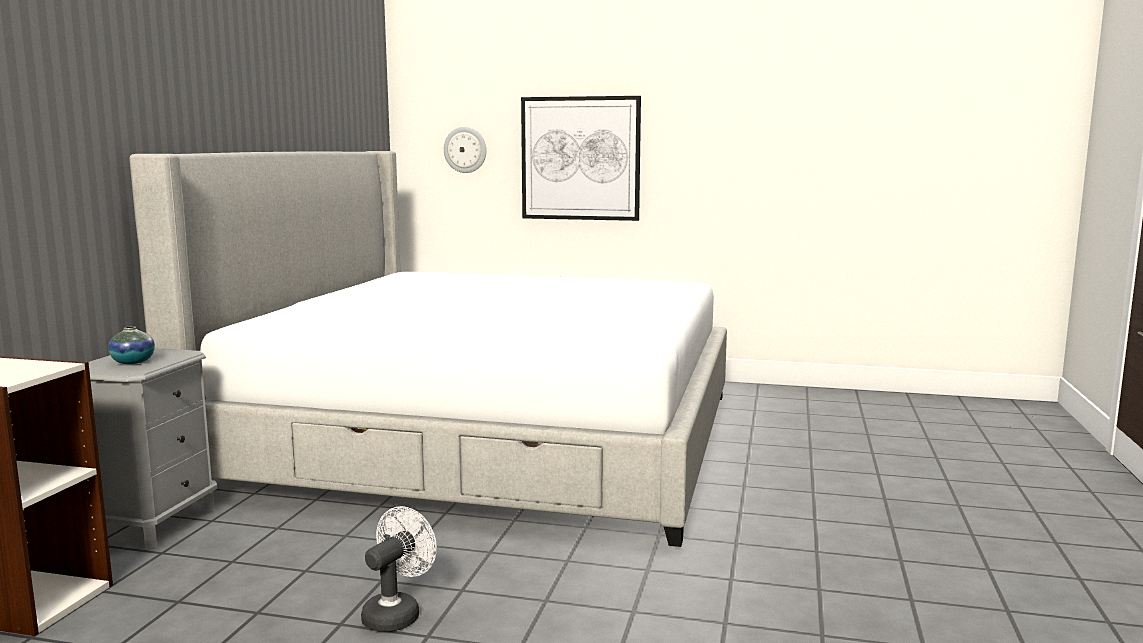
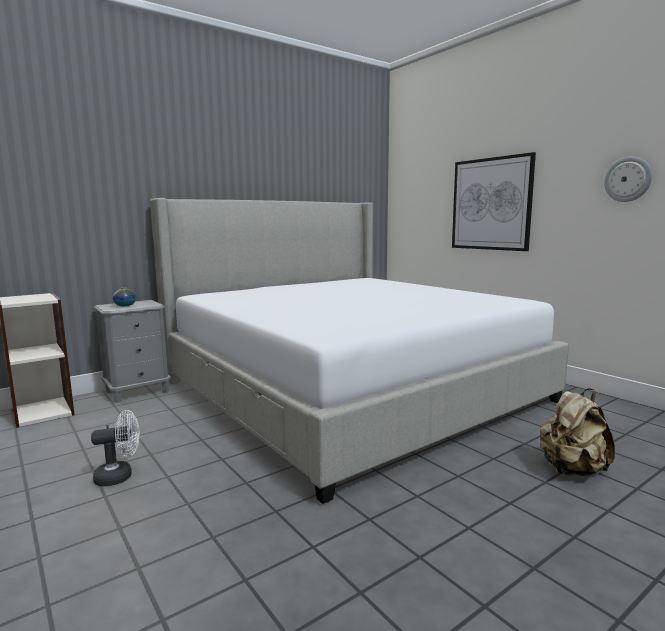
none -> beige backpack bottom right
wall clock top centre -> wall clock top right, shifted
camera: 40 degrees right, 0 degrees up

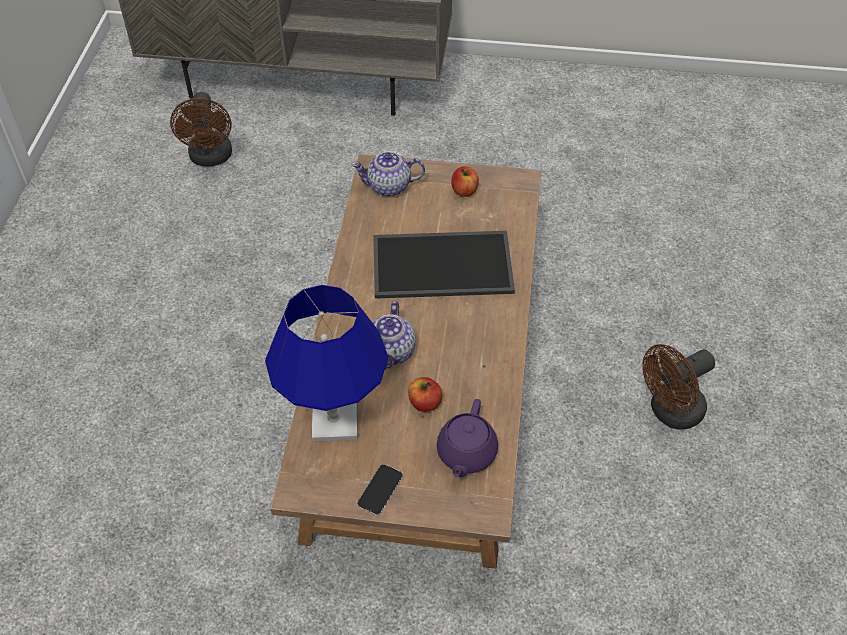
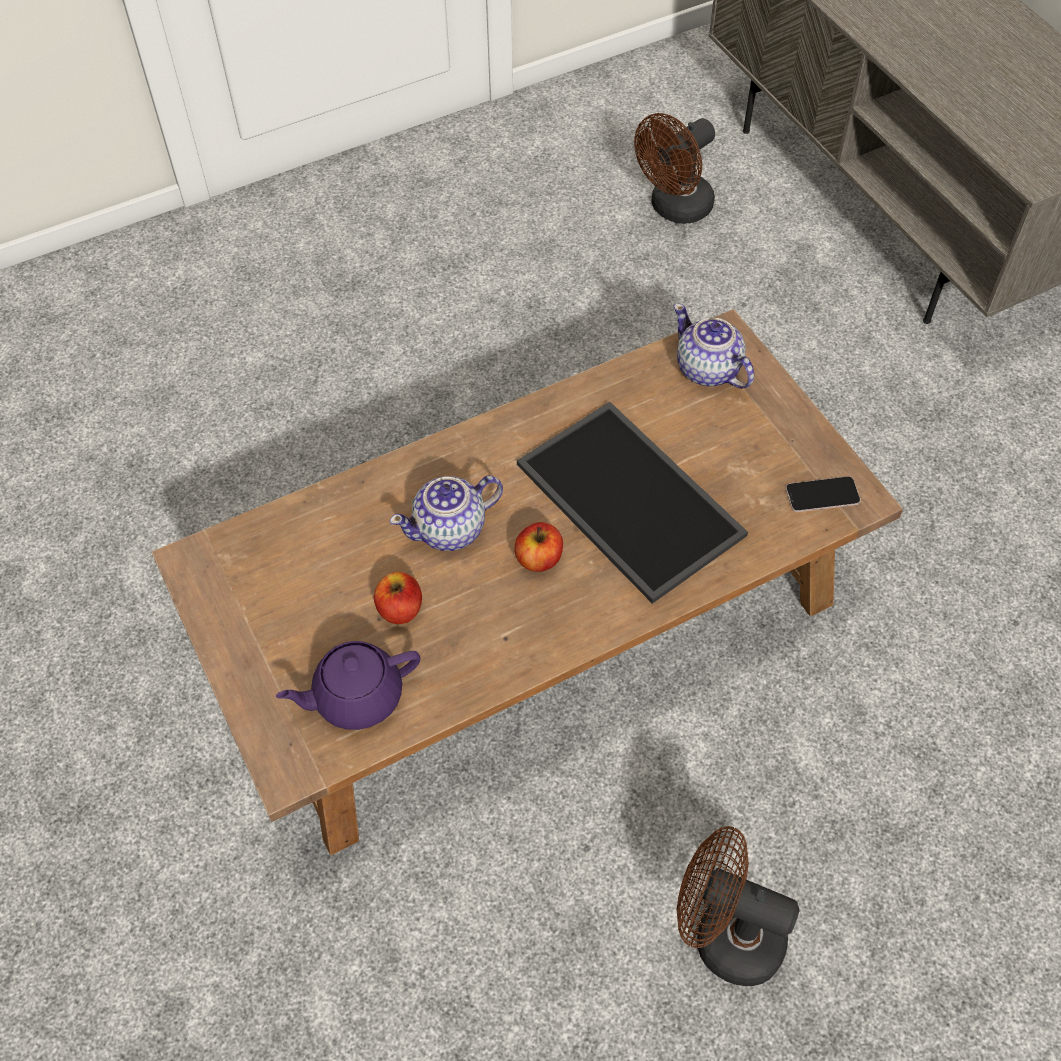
apple (no. 2 from left) top centre -> apple (no. 2 from left) centre, shifted
phone bottom centre -> phone middle right, shifted
blue table lamp centre -> none
camera: 55 degrees right, 5 degrees up

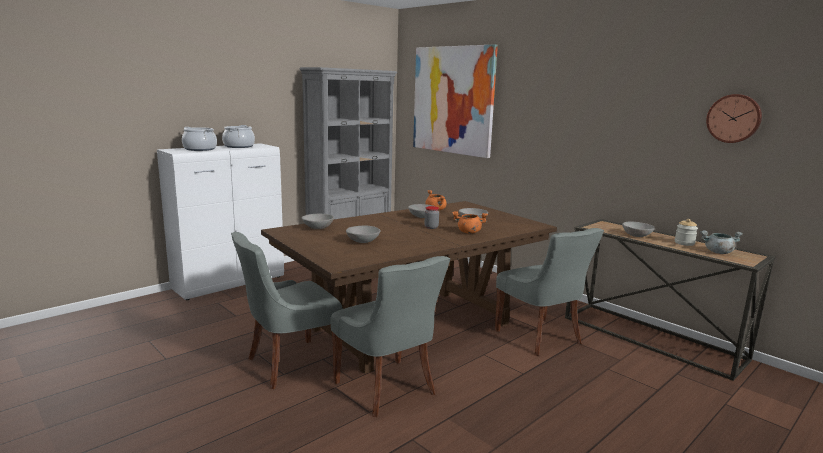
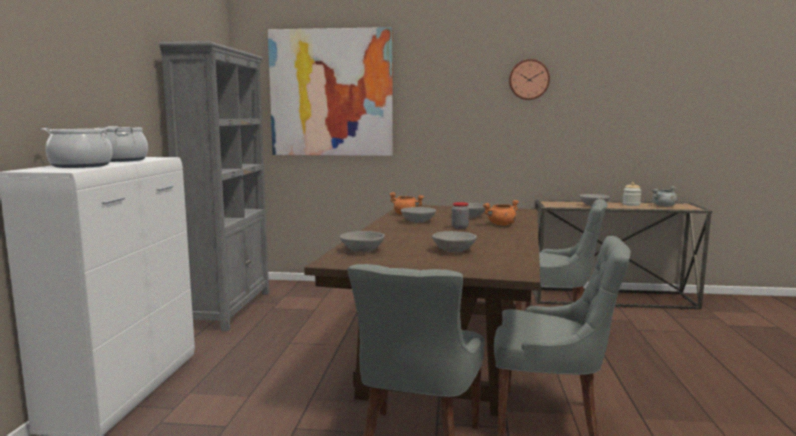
wall clock top right -> wall clock top centre, shifted
camera: 40 degrees left, 5 degrees down

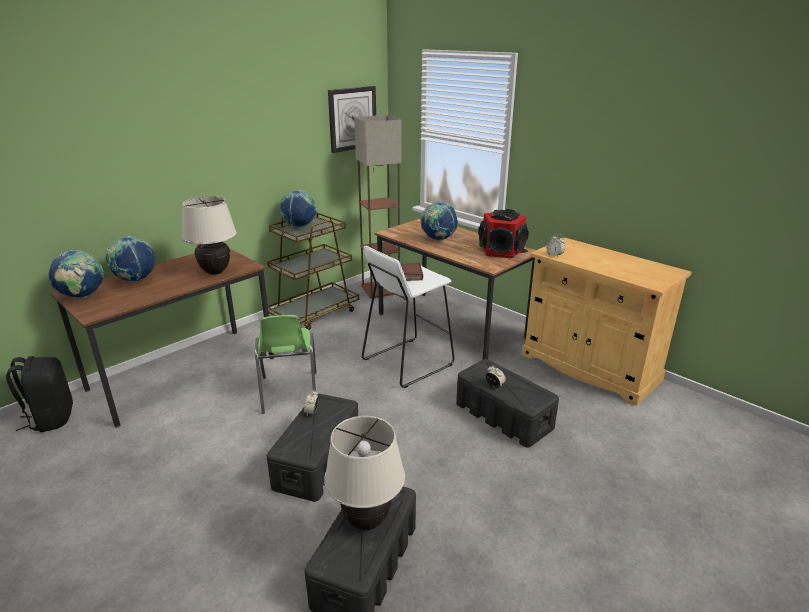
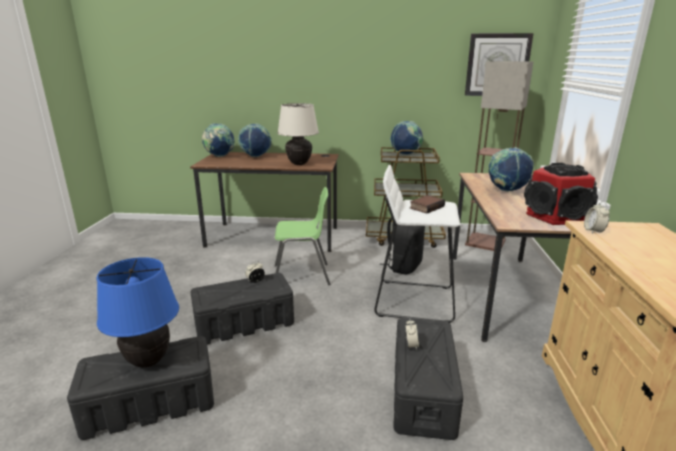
beige table lamp (no. 2 from left) bottom centre -> blue table lamp bottom left
green chair centre, 135 degrees counterclockwise
black backpack middle left -> black backpack centre, shifted
camera: 50 degrees right, 5 degrees down

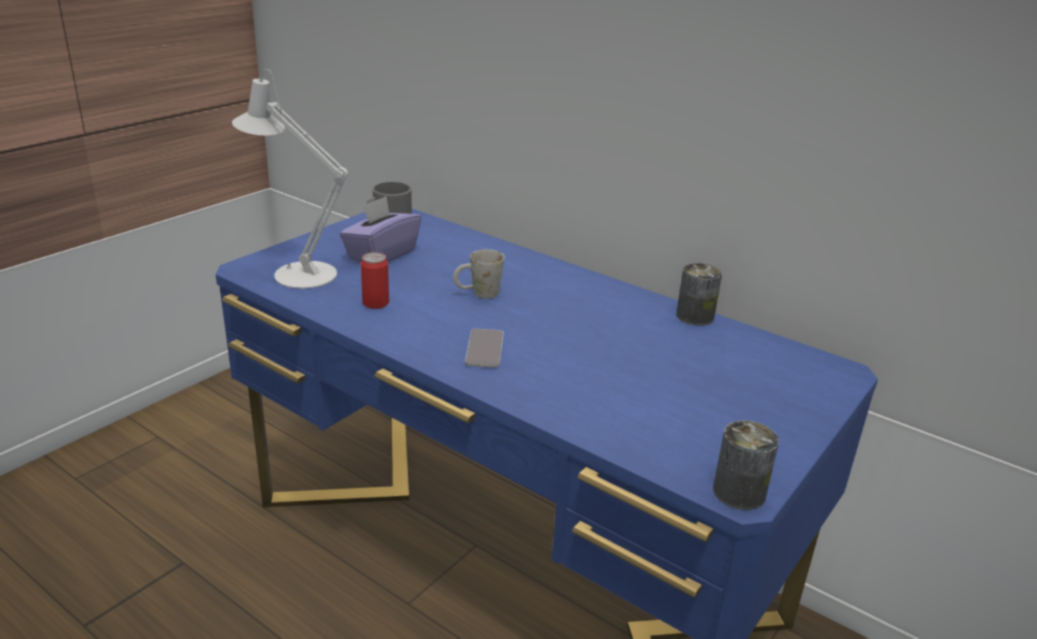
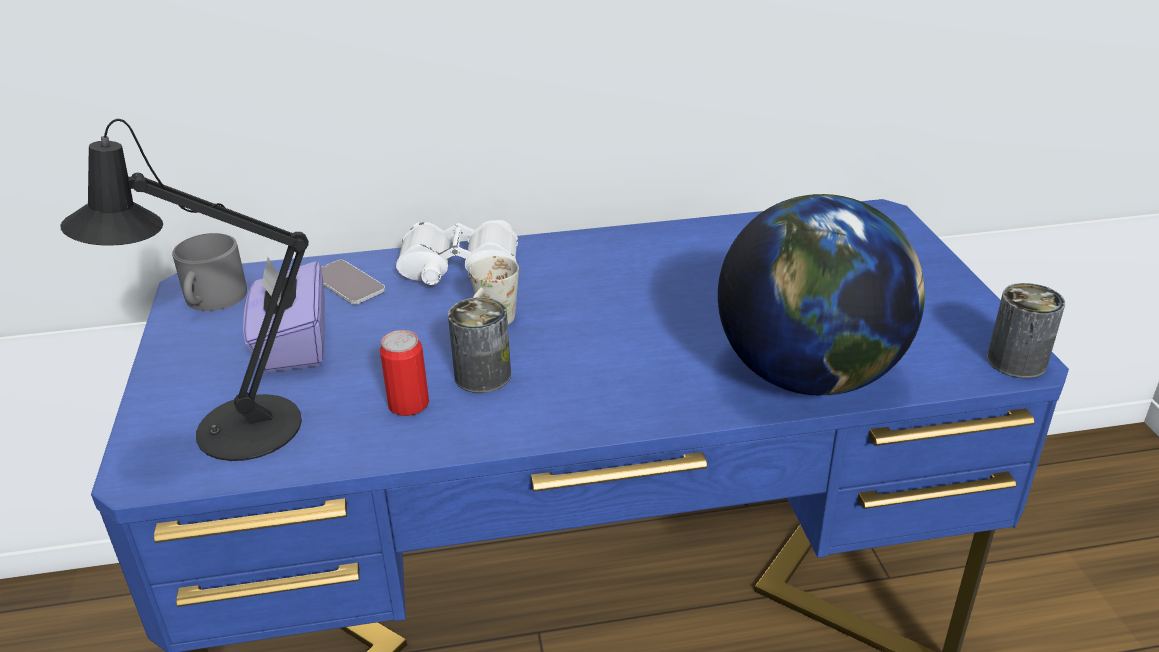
white table lamp top left -> black table lamp middle left
phone centre -> phone middle left, shifted
none -> white binoculars centre
can (no. 2 from left) middle right -> can (no. 2 from left) centre, shifted
none -> globe middle right
camera: 45 degrees left, 5 degrees up

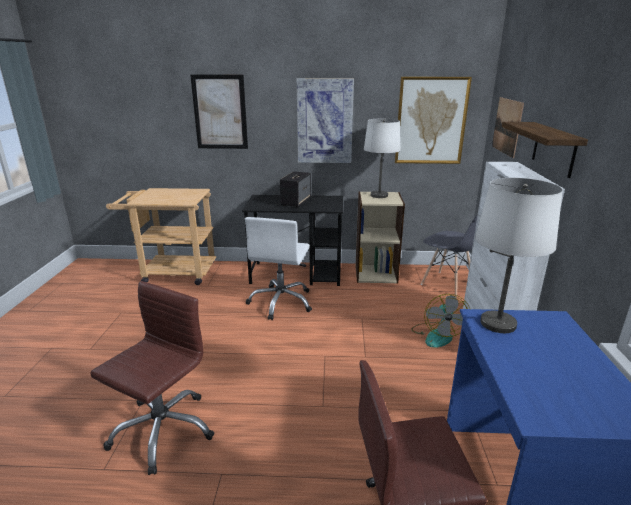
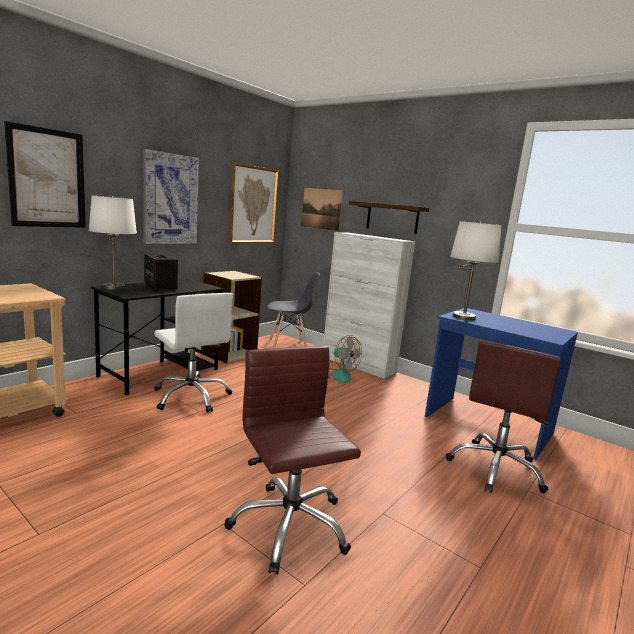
white table lamp (no. 1 from left) top centre -> white table lamp (no. 1 from left) middle left, shifted
camera: 55 degrees left, 10 degrees down

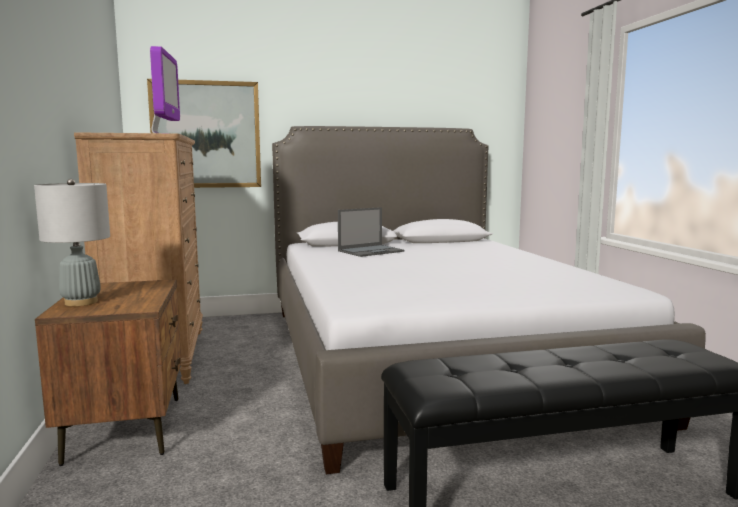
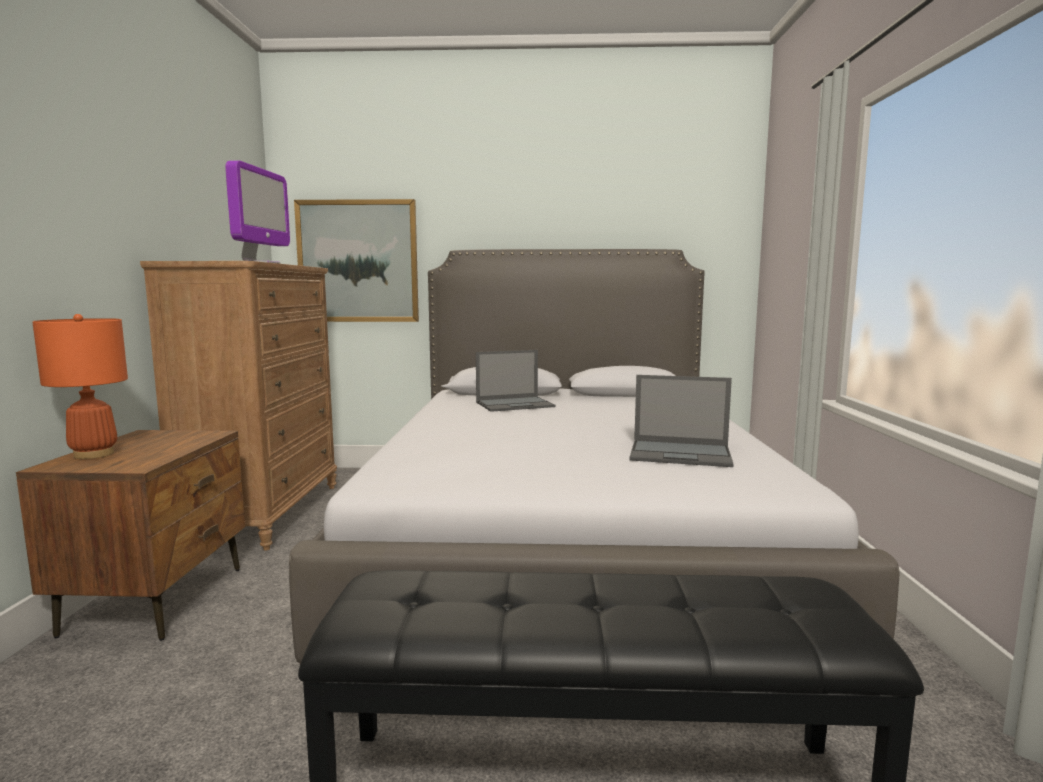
grey table lamp middle left -> orange table lamp middle left
none -> laptop (no. 2 from left) centre
camera: 15 degrees right, 0 degrees up

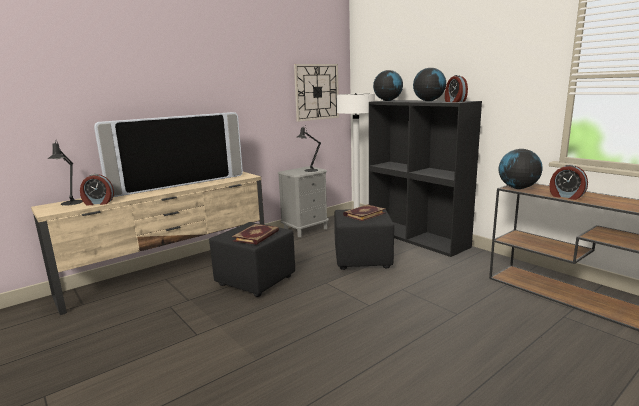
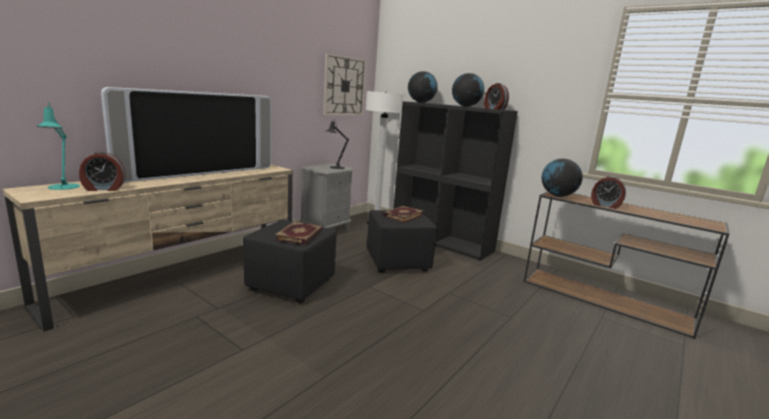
black table lamp (no. 1 from left) middle left -> turquoise table lamp middle left
camera: 15 degrees left, 0 degrees up

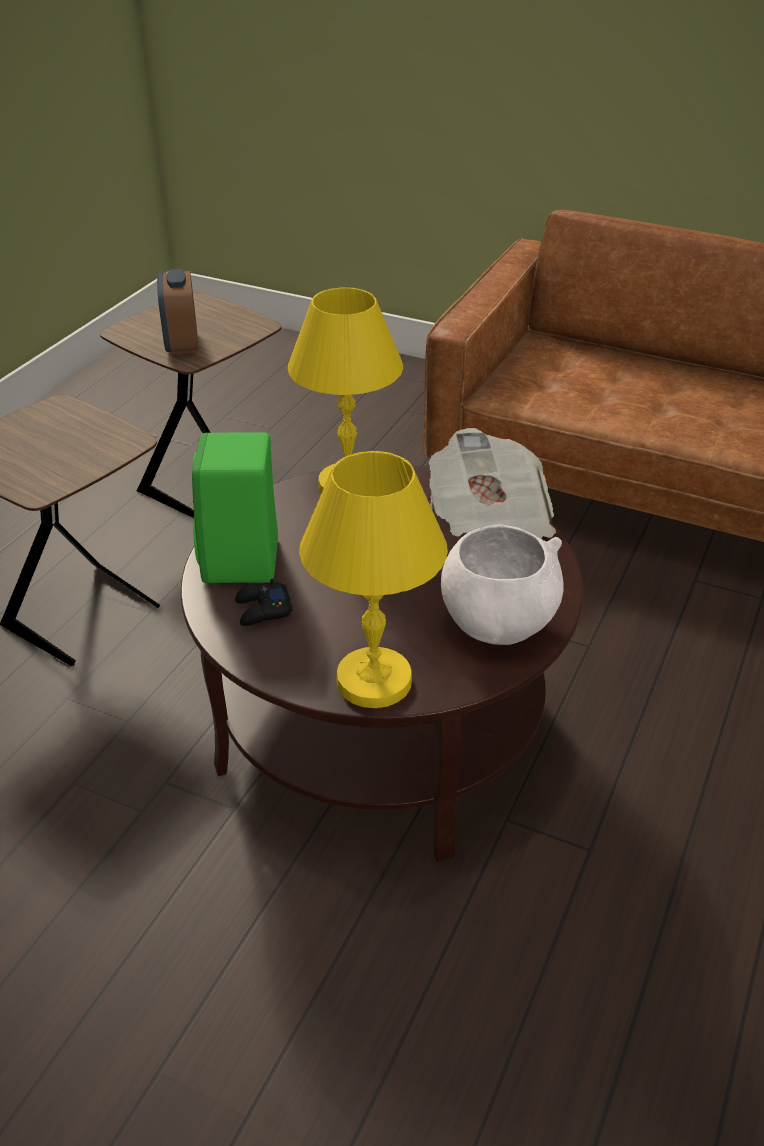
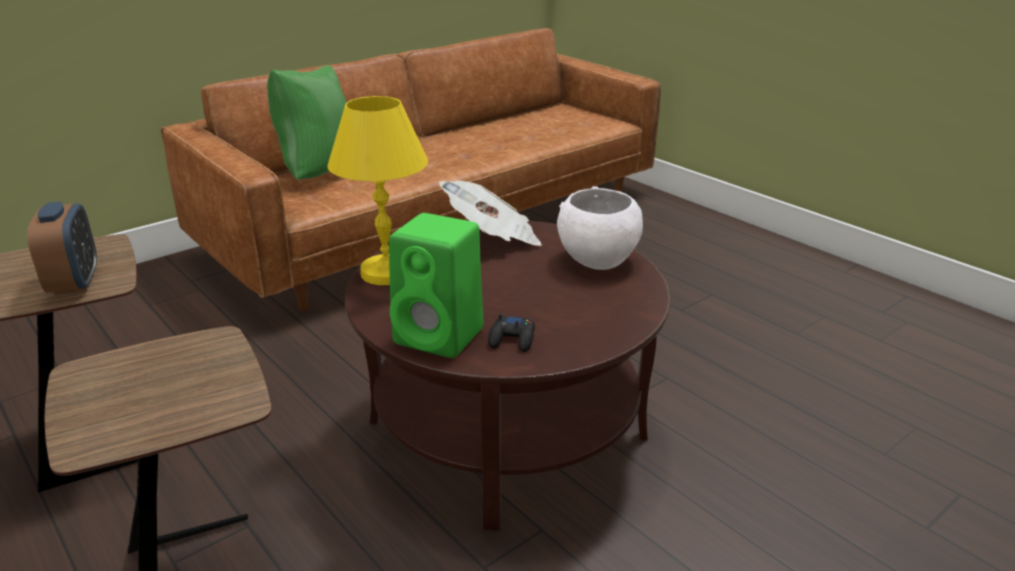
alarm clock top left -> alarm clock middle left, 120 degrees counterclockwise
none -> green pillow top left
yellow table lamp (no. 2 from left) centre -> none
camera: 65 degrees left, 10 degrees down

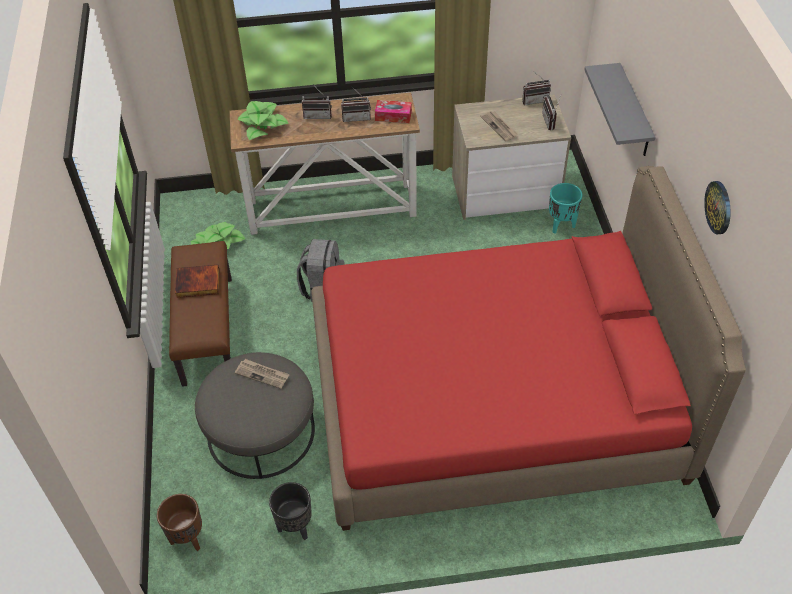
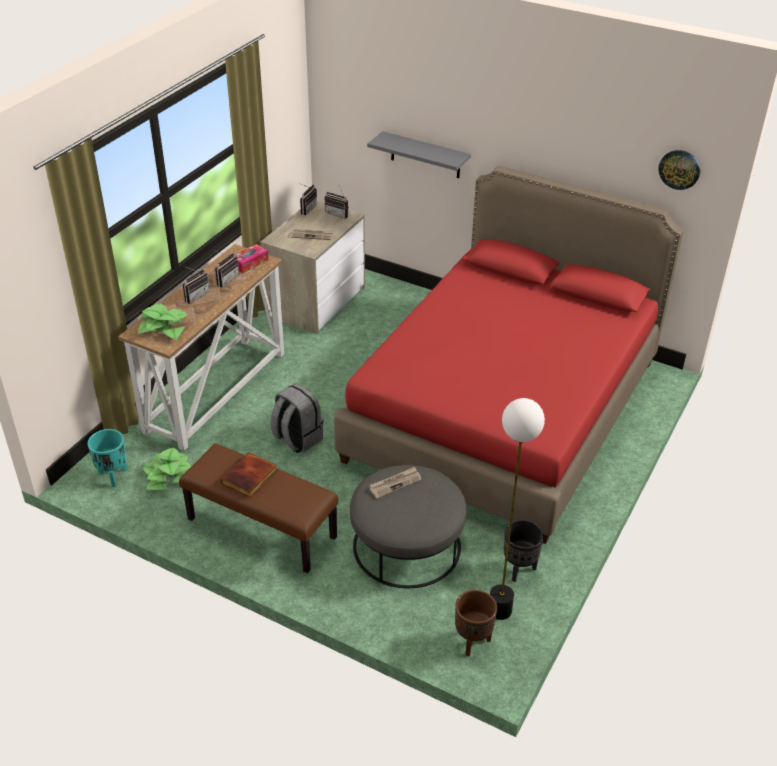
turquoise planter middle right -> turquoise planter middle left, shifted
none -> floor lamp centre
wall clock middle right -> wall clock top right, shifted
camera: 55 degrees left, 10 degrees down

